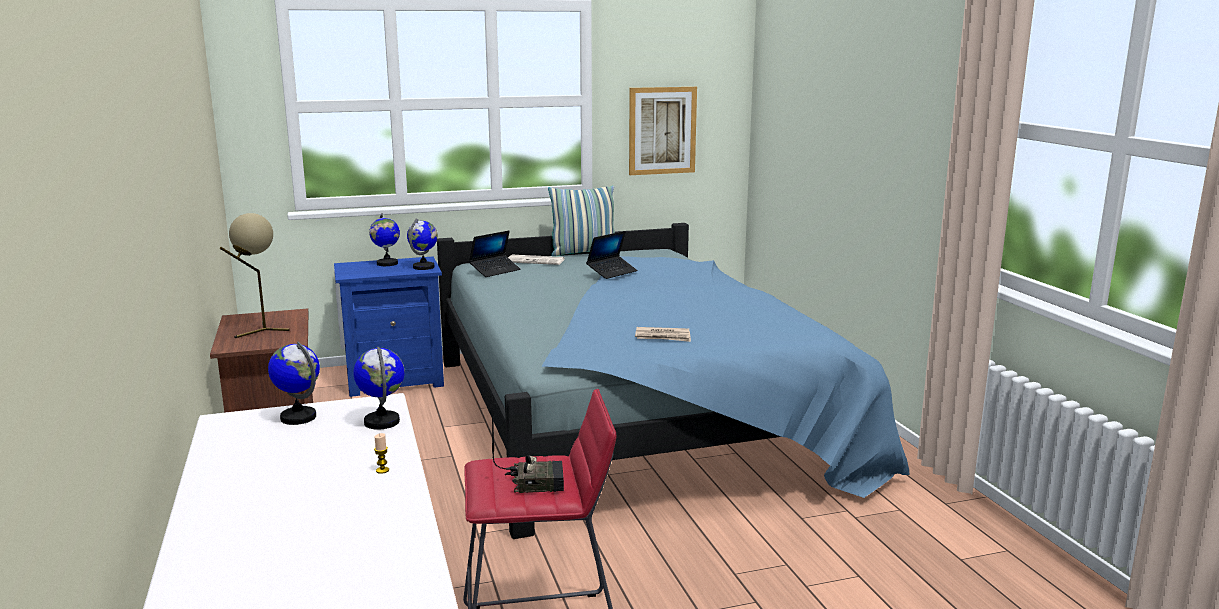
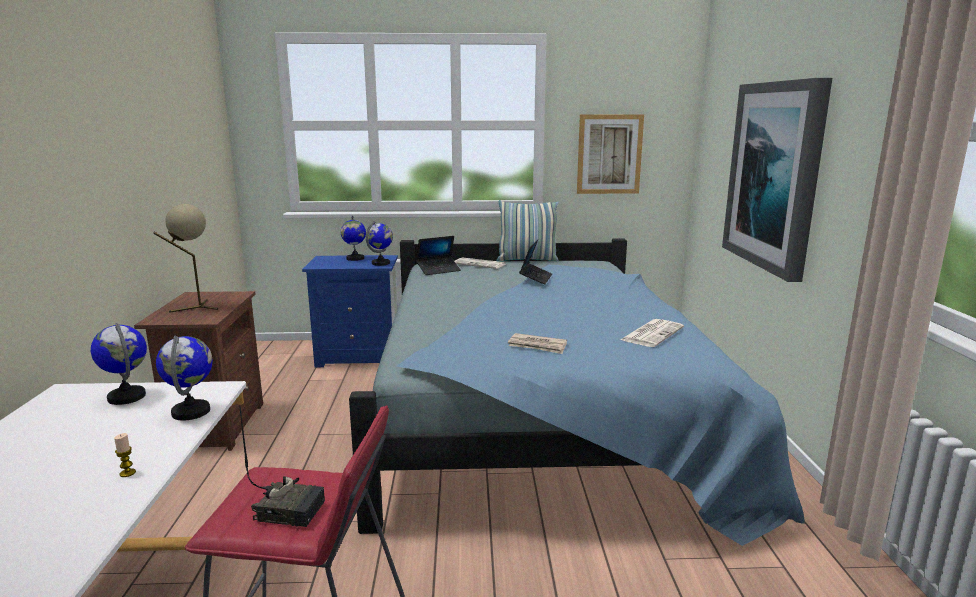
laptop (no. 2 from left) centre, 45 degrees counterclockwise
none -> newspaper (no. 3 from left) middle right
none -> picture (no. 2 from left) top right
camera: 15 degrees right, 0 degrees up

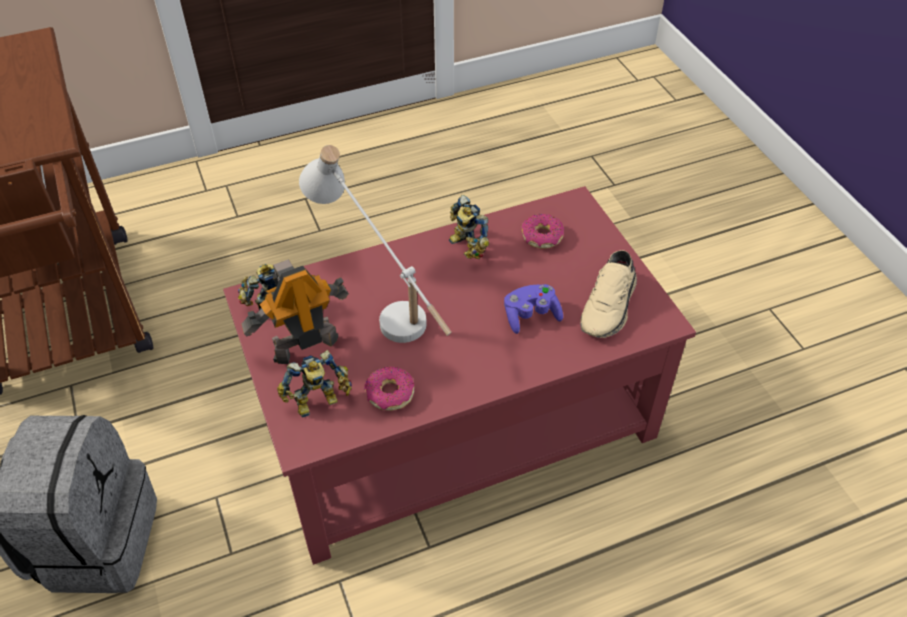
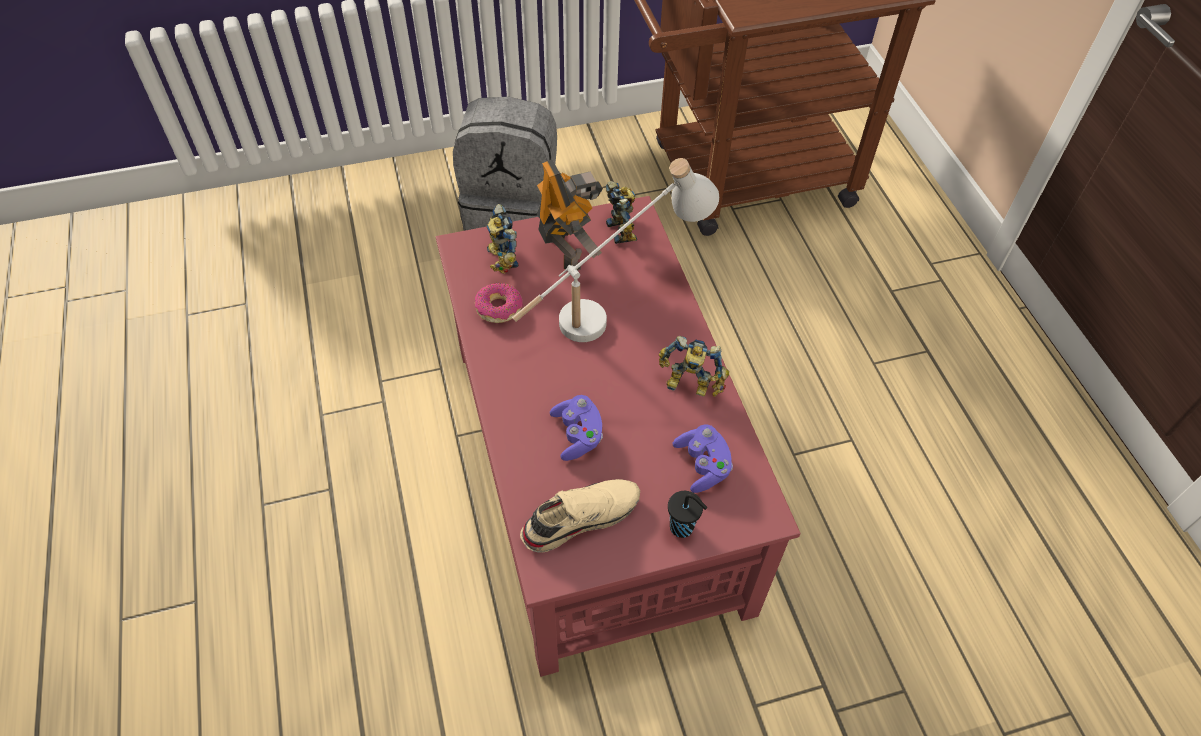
beige shoe middle right -> beige shoe bottom centre, 120 degrees clockwise
toy robot (no. 4 from left) centre, 135 degrees counterclockwise
none -> black cup bottom centre
donut (no. 2 from left) centre -> purple game controller (no. 2 from left) centre
camera: 95 degrees right, 5 degrees up

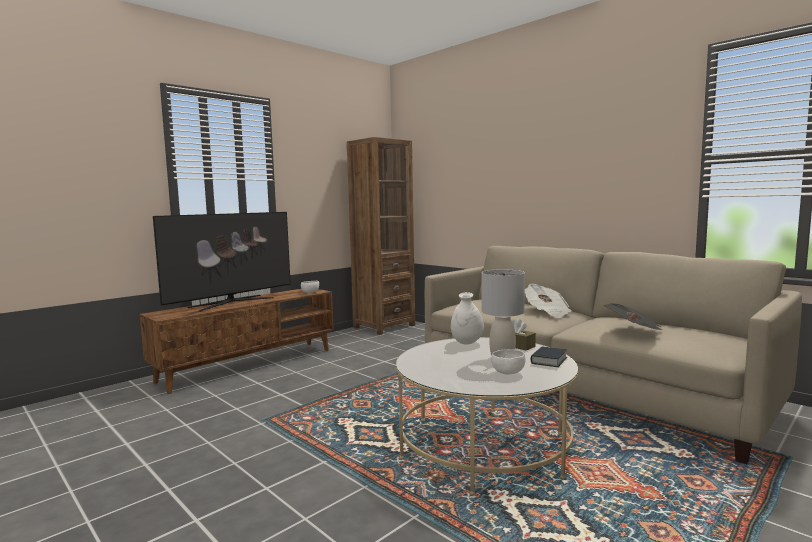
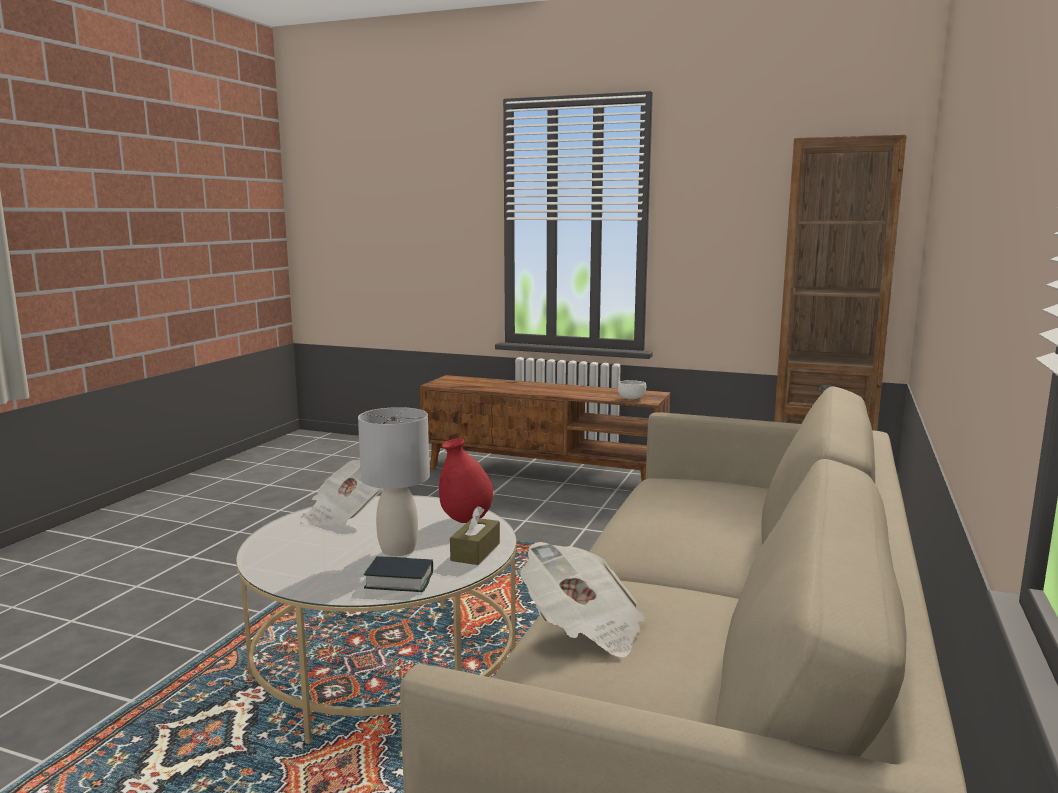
newspaper (no. 1 from left) middle right -> newspaper (no. 1 from left) middle left, shifted
white vase centre -> red vase centre
television middle left -> none
white bowl (no. 2 from left) centre -> none
camera: 65 degrees right, 5 degrees up

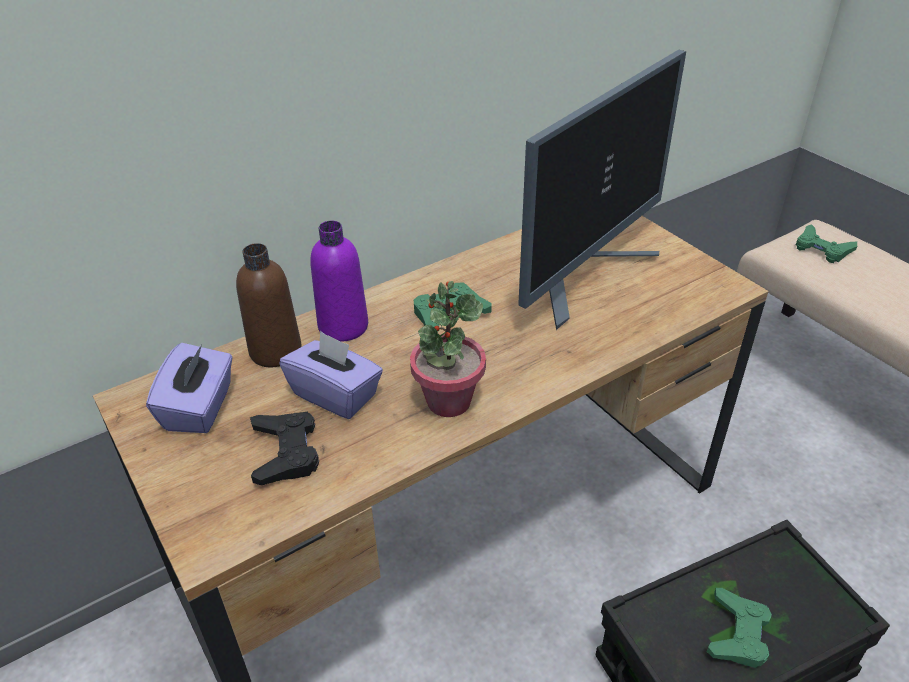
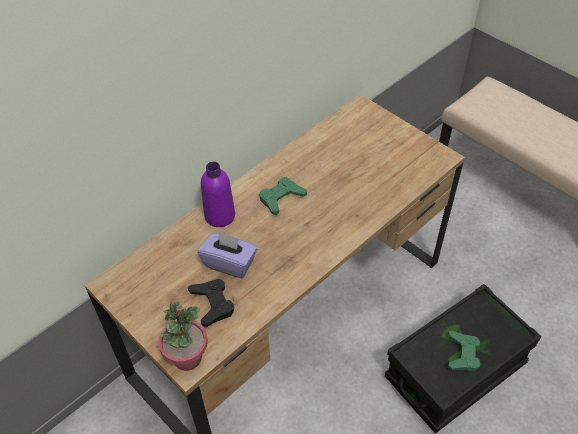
potted plant centre -> potted plant bottom left, shifted
purple tissue box (no. 1 from left) middle left -> none
brown bottle middle left -> none
monitor top centre -> none
green game controller (no. 3 from left) middle right -> none
camera: 10 degrees left, 10 degrees up

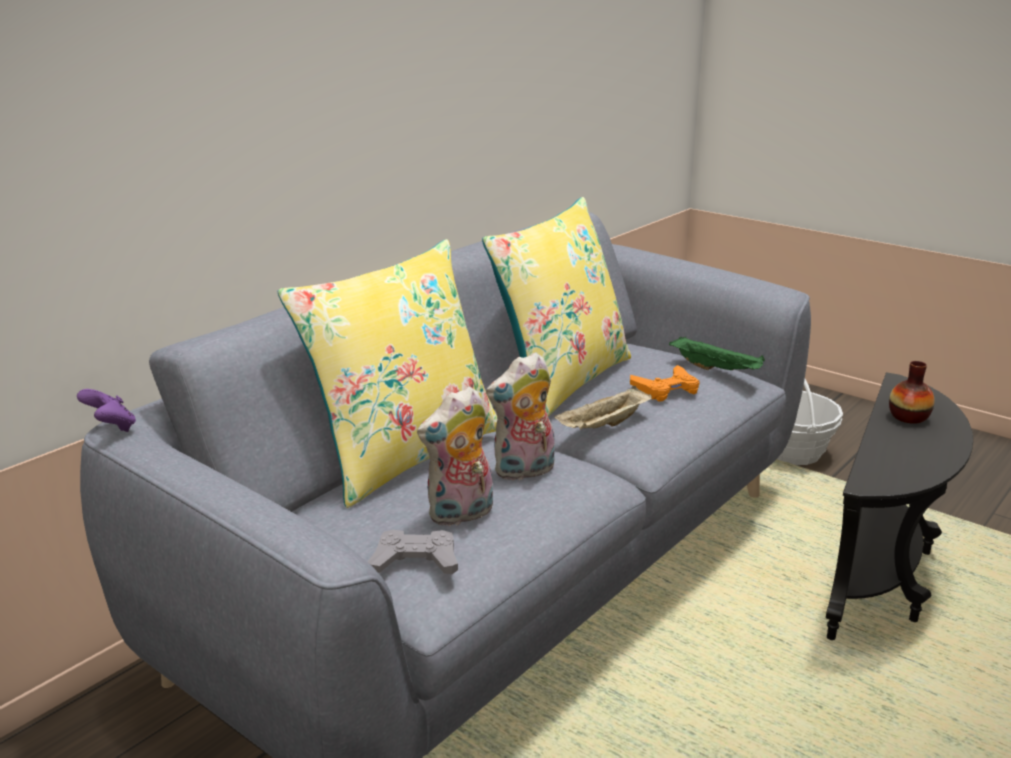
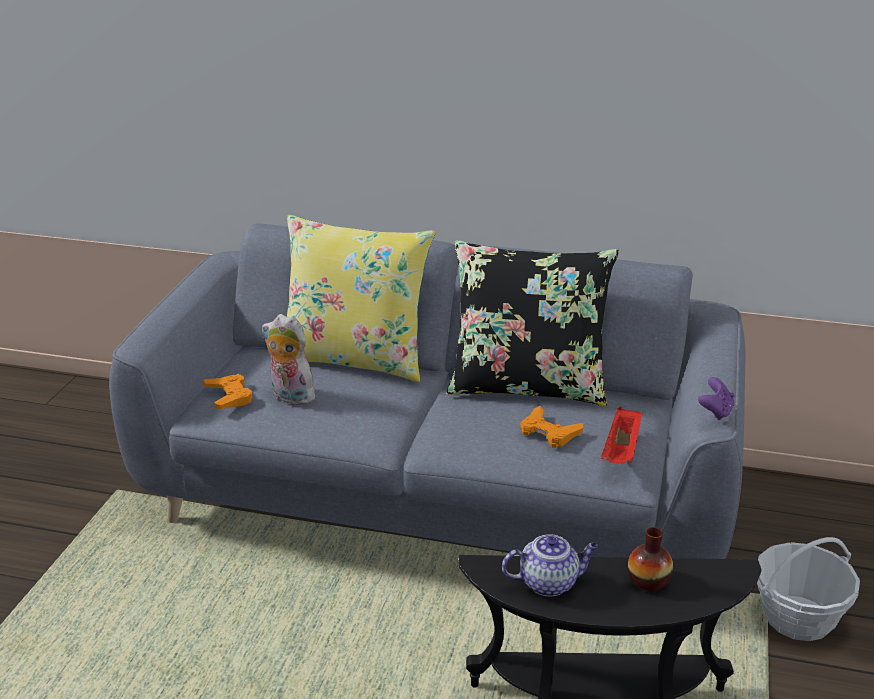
grey game controller bottom centre -> orange game controller (no. 1 from left) middle left
yellow pillow (no. 2 from left) centre -> black pillow centre
none -> teapot bottom centre
green tray middle right -> red tray middle right
purple game controller middle left -> purple game controller middle right, shifted
plush toy (no. 2 from left) centre -> none
beige tray centre -> none
camera: 65 degrees right, 5 degrees up

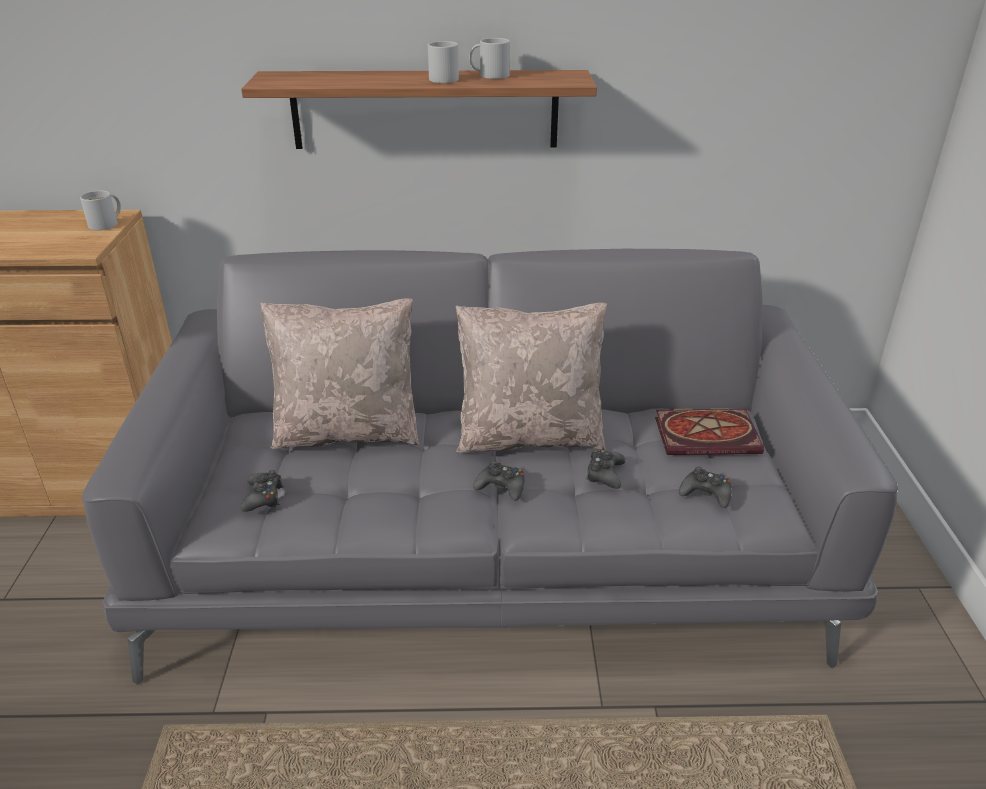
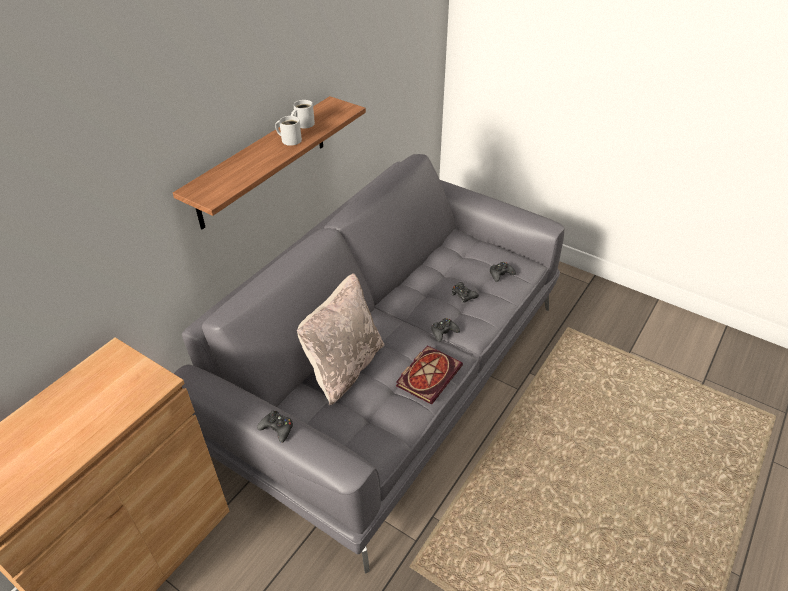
black game controller (no. 1 from left) middle left -> black game controller (no. 1 from left) bottom centre, shifted
book middle right -> book centre, shifted
white mug (no. 1 from left) top left -> none
beige pillow (no. 2 from left) centre -> none
camera: 55 degrees left, 10 degrees up

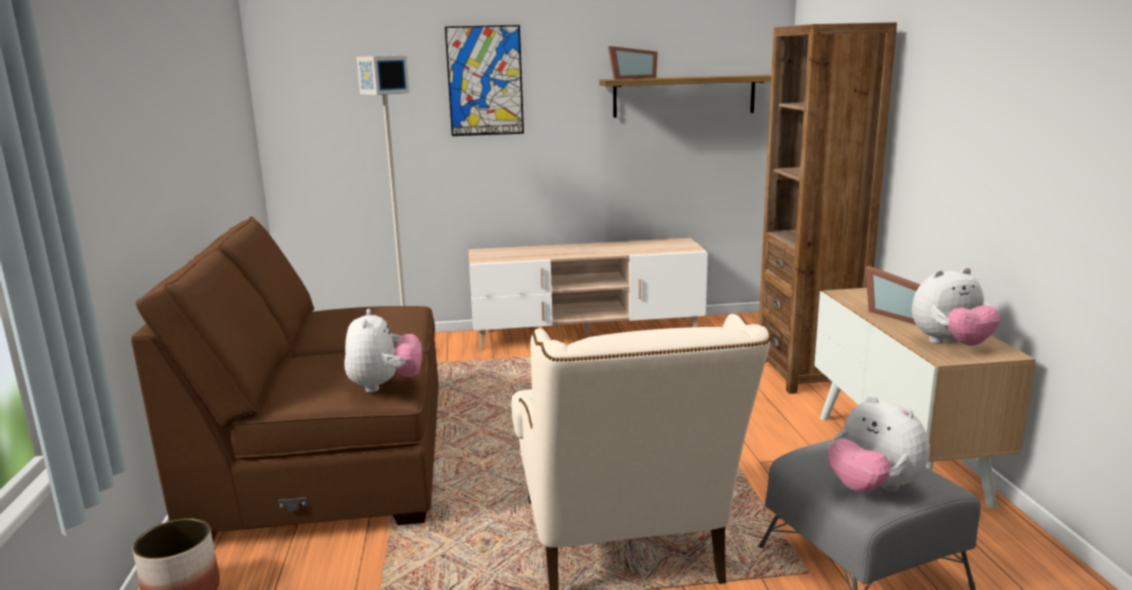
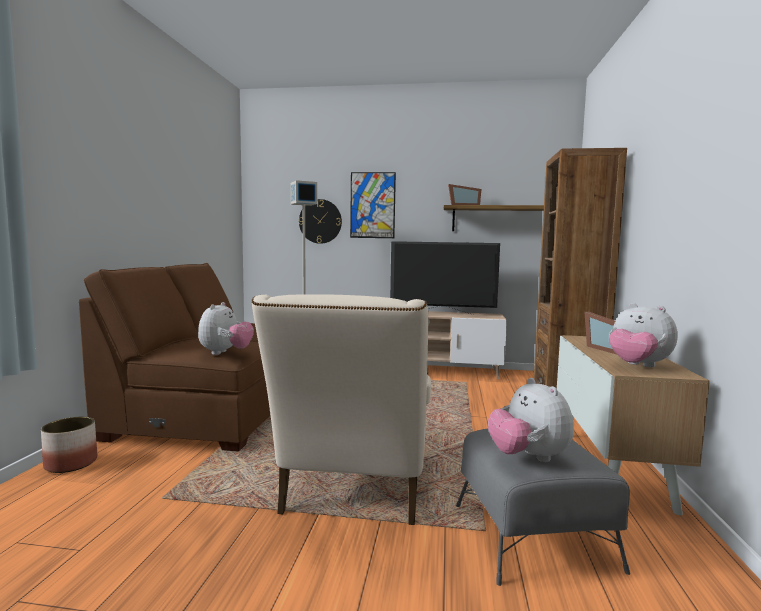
none -> wall clock centre
none -> television centre
plush toy (no. 3 from left) middle right, 45 degrees clockwise
camera: 15 degrees right, 10 degrees down

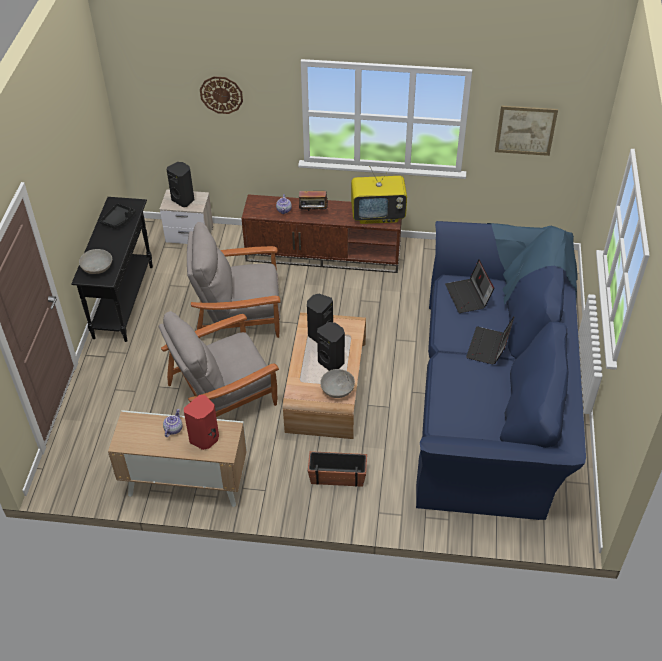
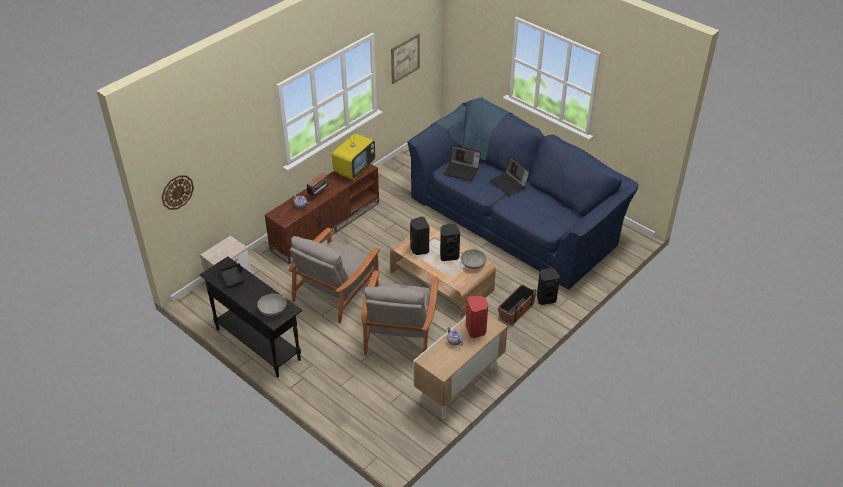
wall clock top centre -> wall clock middle left, shifted
black speaker (no. 1 from left in the first image) top left -> black speaker (no. 3 from left) centre, shifted
camera: 55 degrees left, 5 degrees down

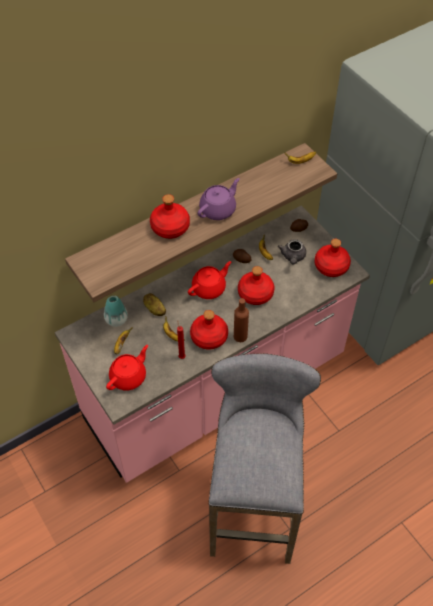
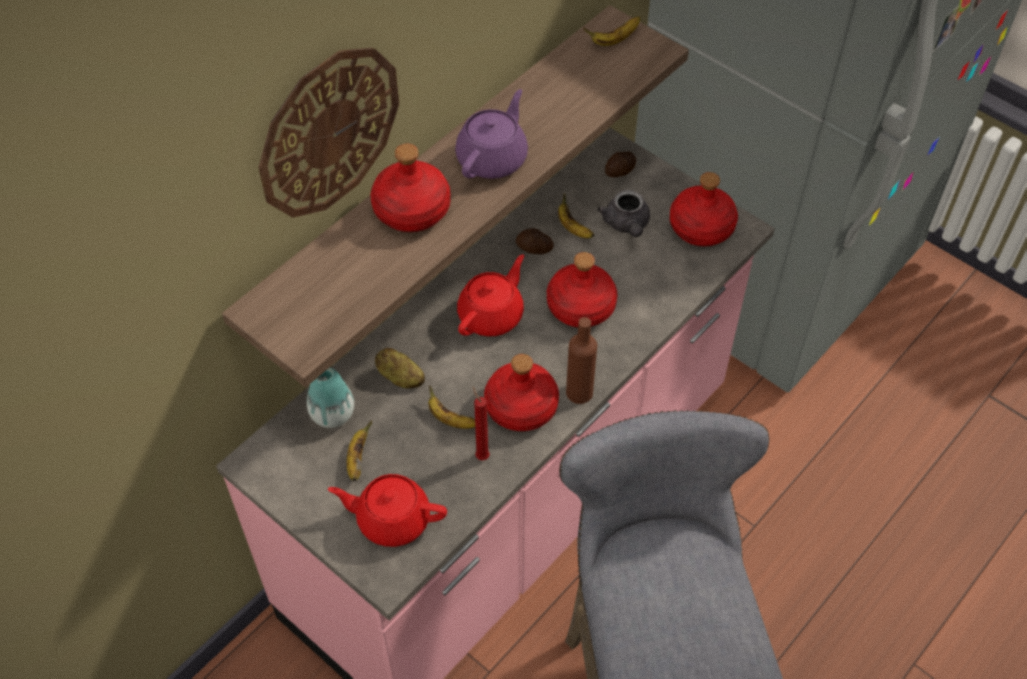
none -> wall clock top left
red teapot (no. 1 from left) middle left -> red teapot (no. 1 from left) bottom centre, 105 degrees counterclockwise
camera: 15 degrees left, 0 degrees up

